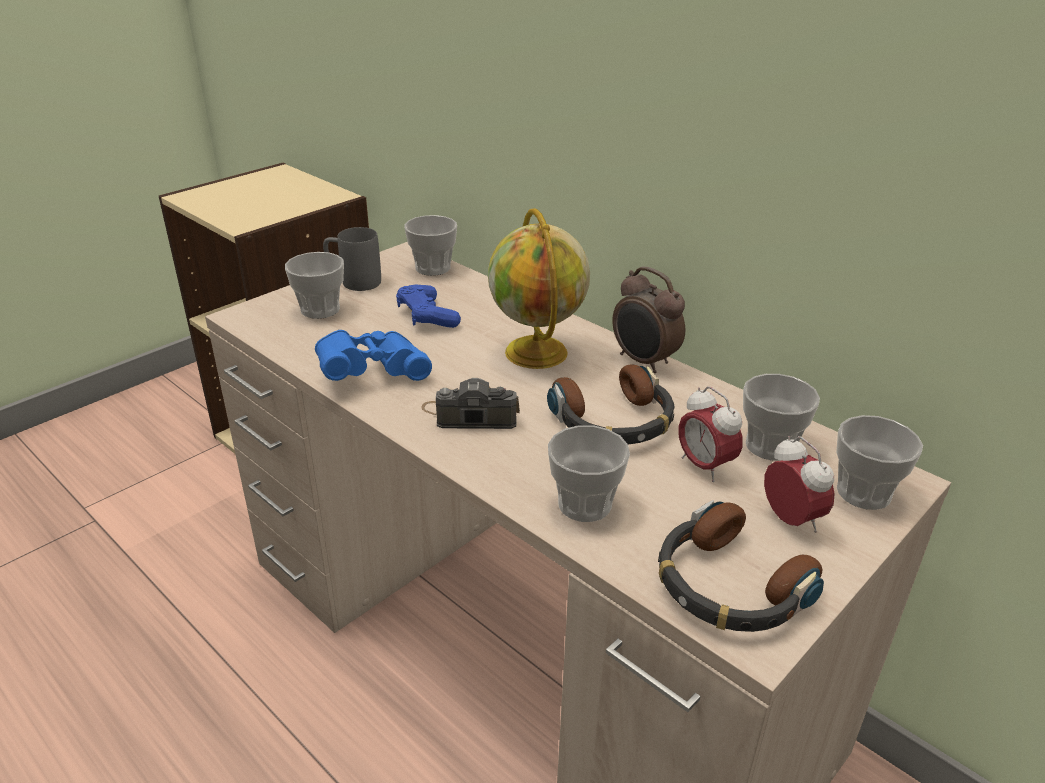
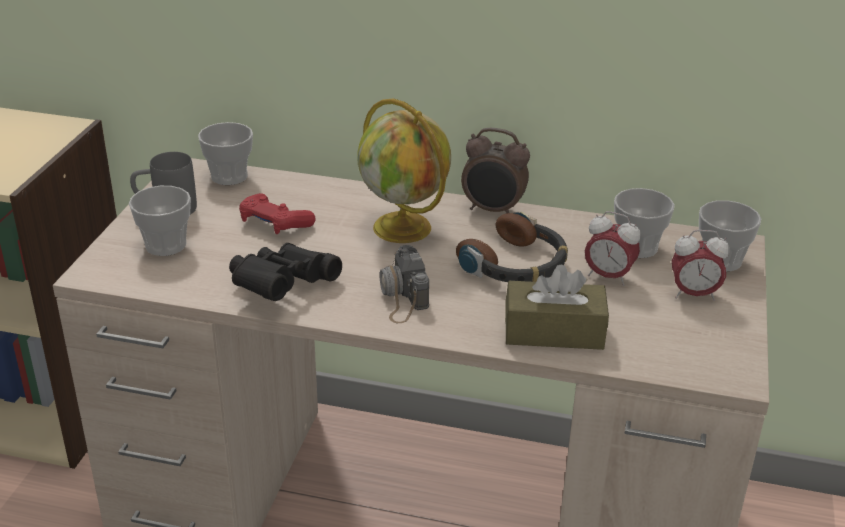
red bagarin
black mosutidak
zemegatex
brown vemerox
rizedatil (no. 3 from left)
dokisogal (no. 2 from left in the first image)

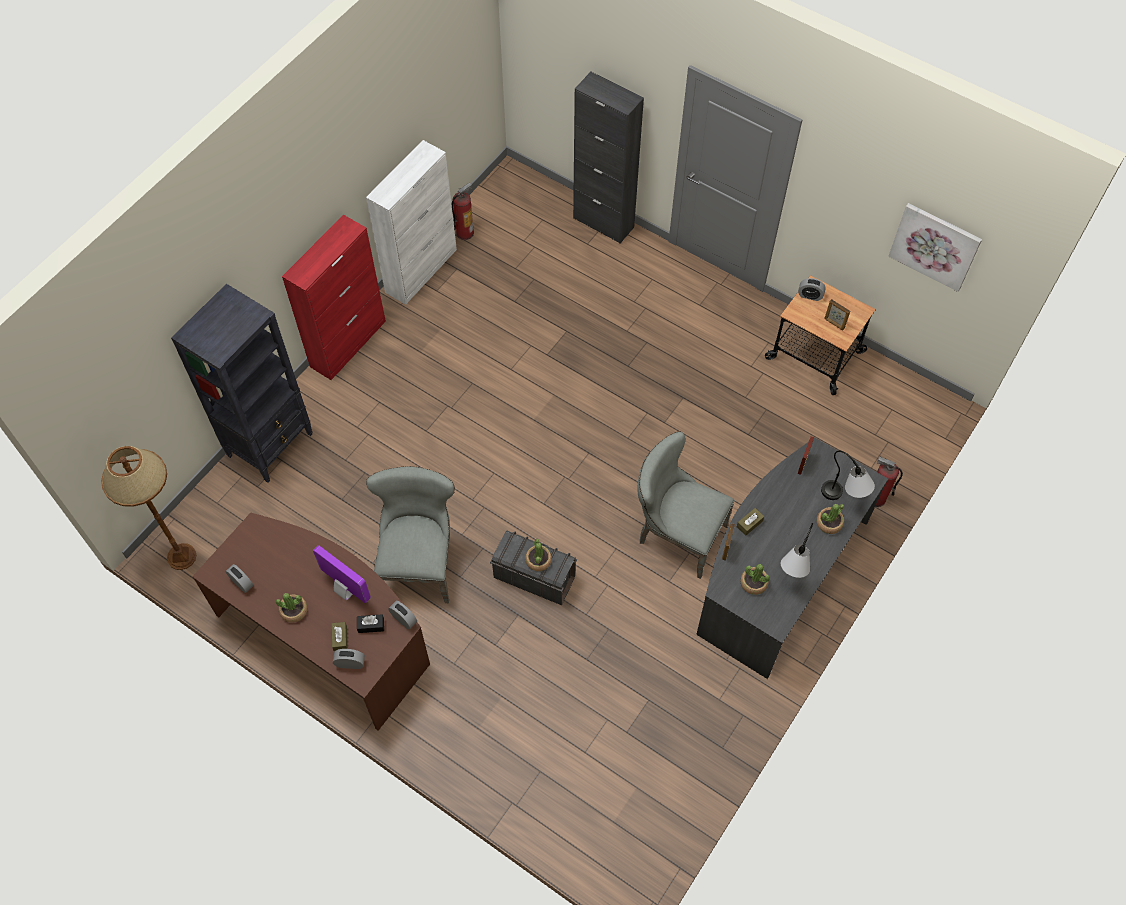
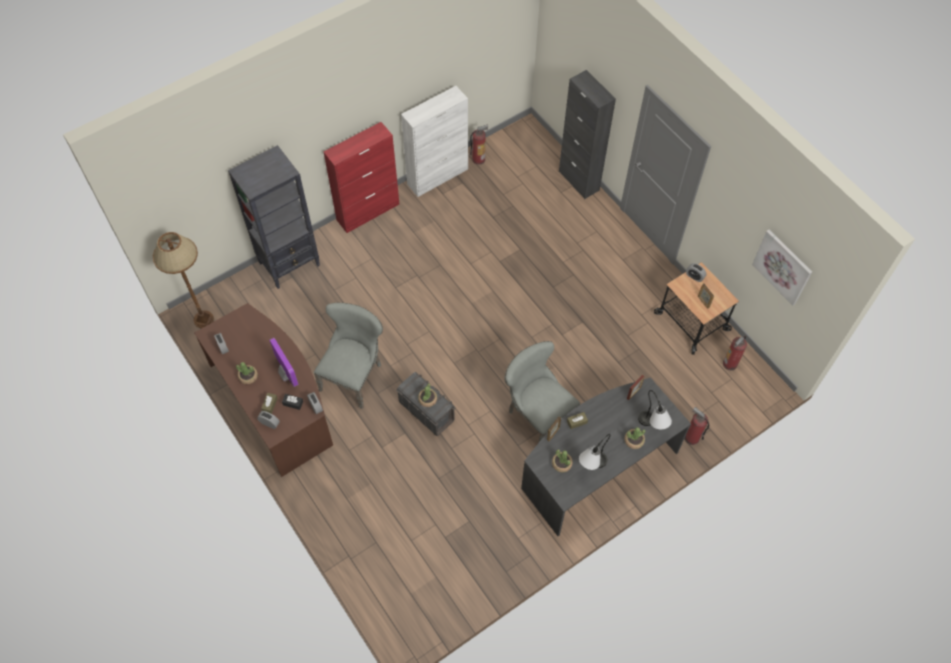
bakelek (no. 3 from left)

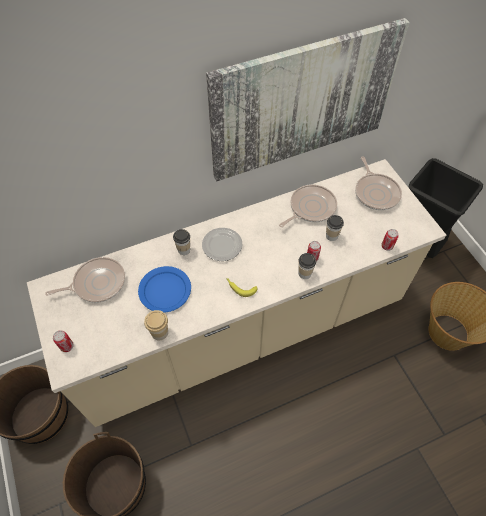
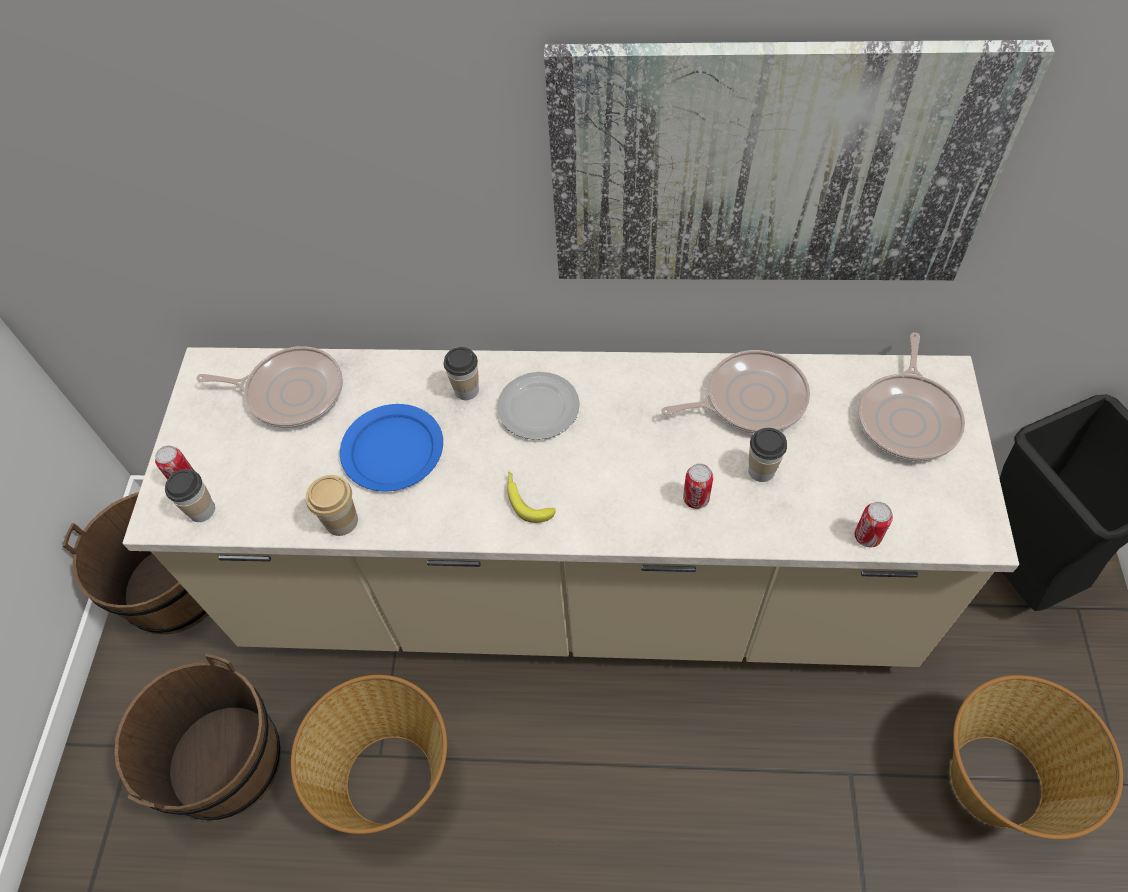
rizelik (no. 1 from left)
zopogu (no. 1 from left)

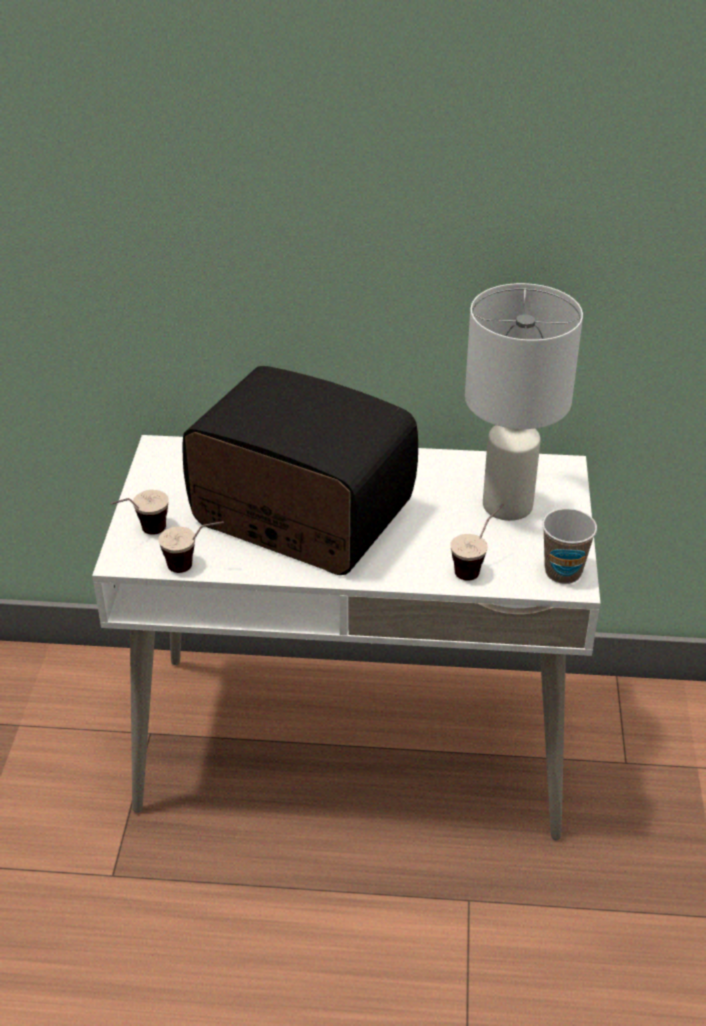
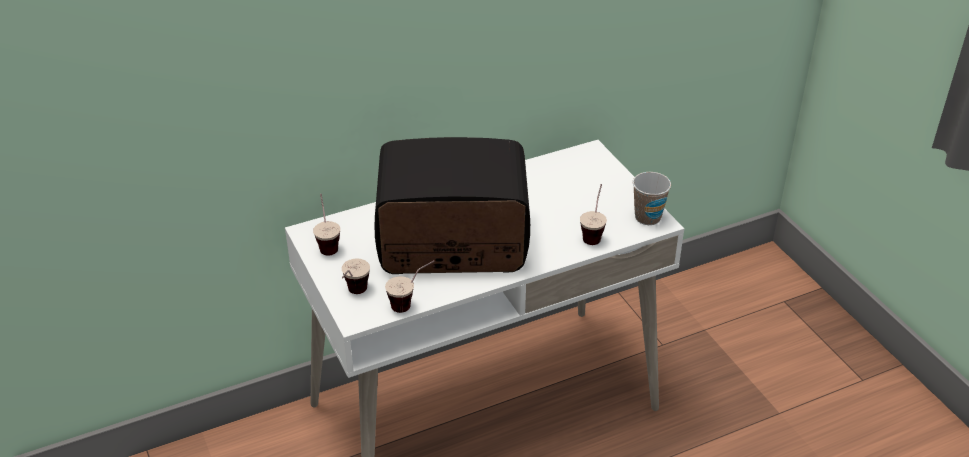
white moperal
rizelik (no. 1 from left)

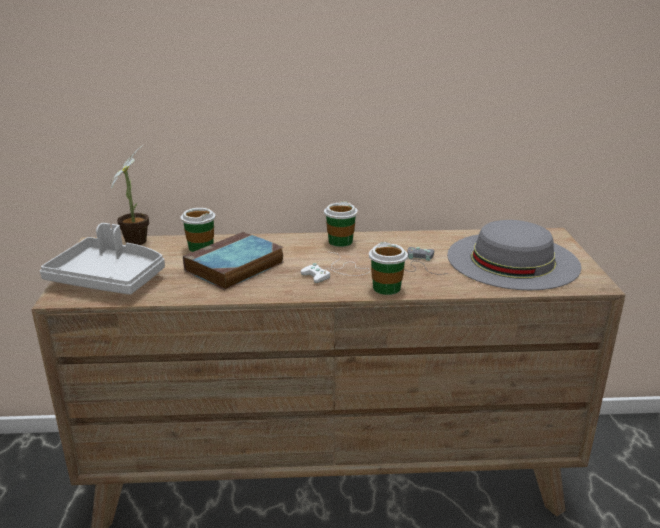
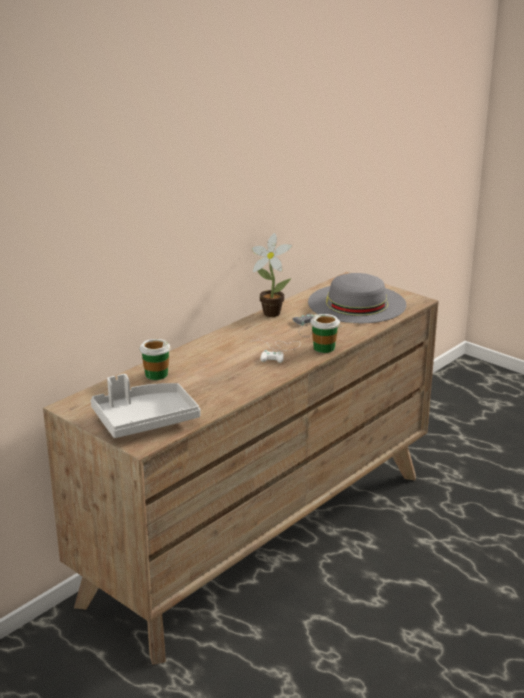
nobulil
rizelik (no. 2 from left in the first image)
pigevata

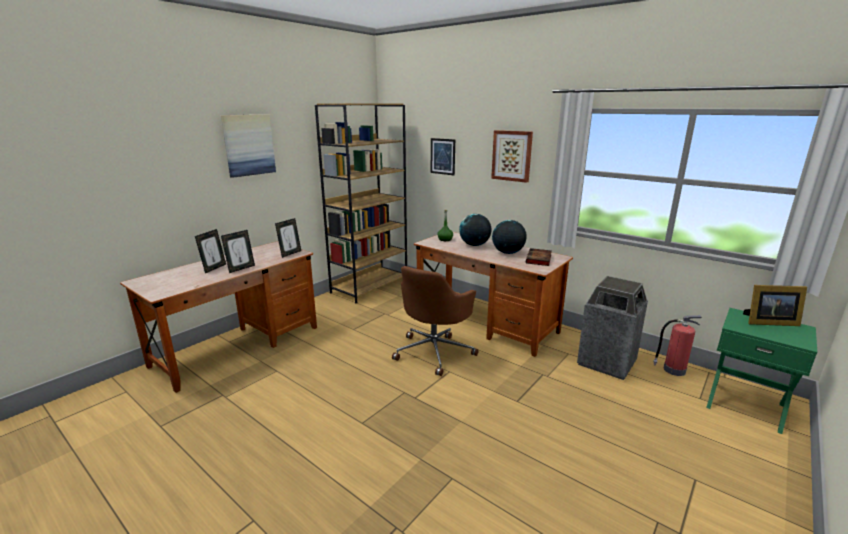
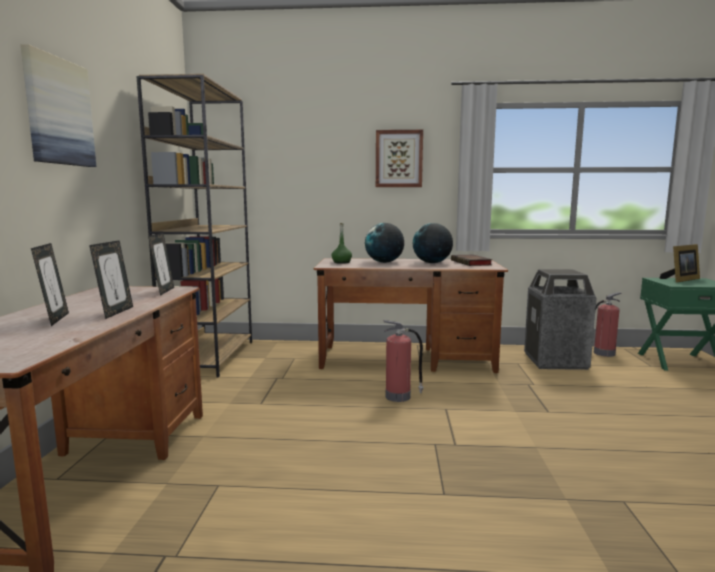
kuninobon (no. 2 from left in the first image)
bakelek (no. 1 from left)

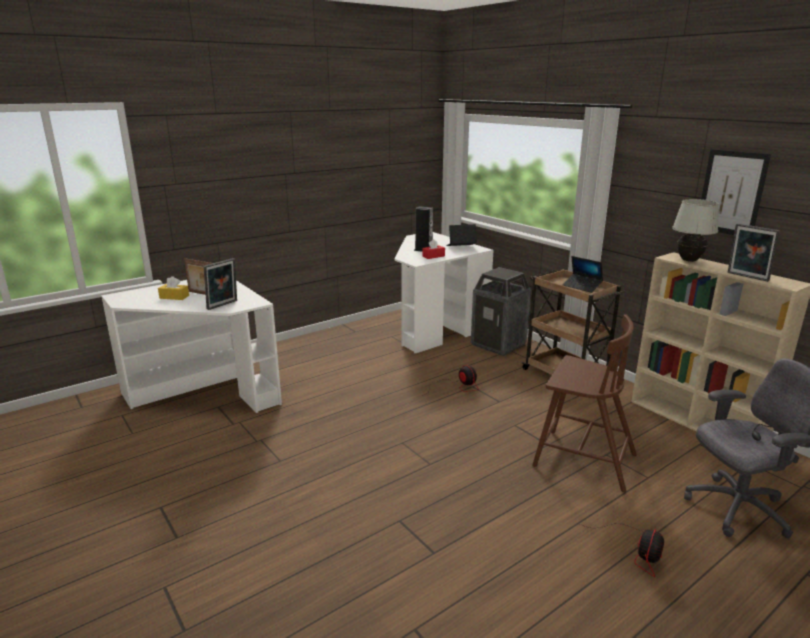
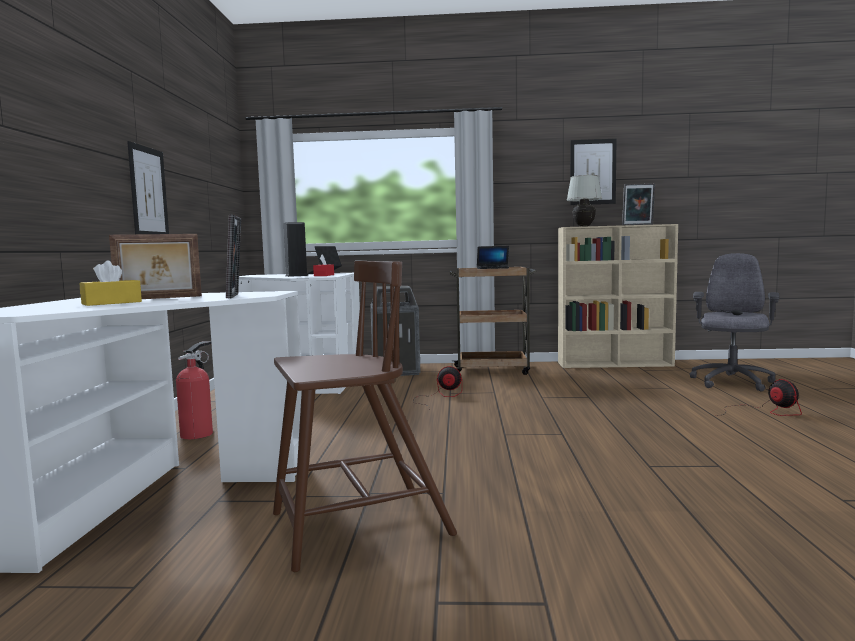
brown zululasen
kuninobon (no. 1 from left)
bakelek

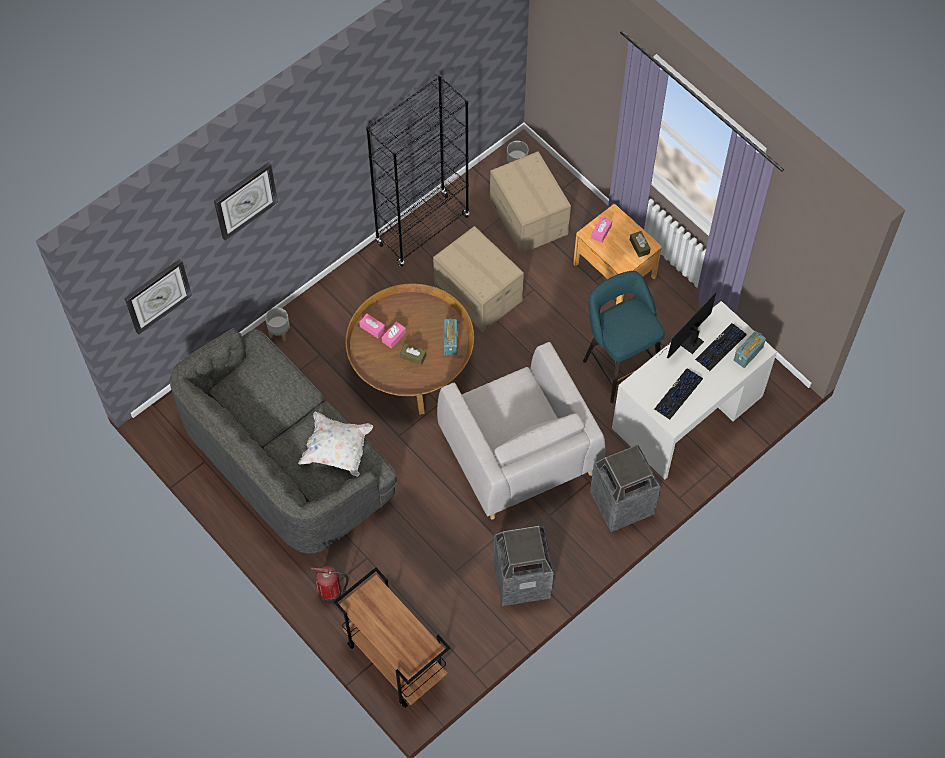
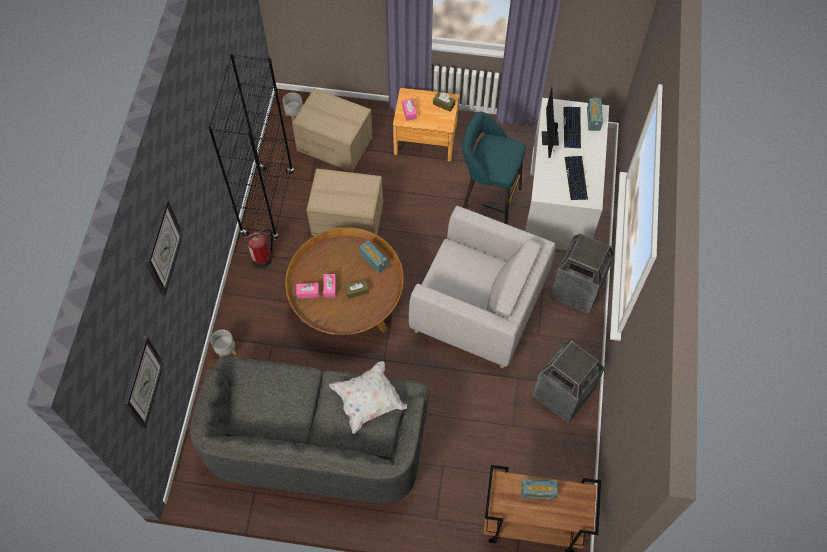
bakelek
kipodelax (no. 2 from left)

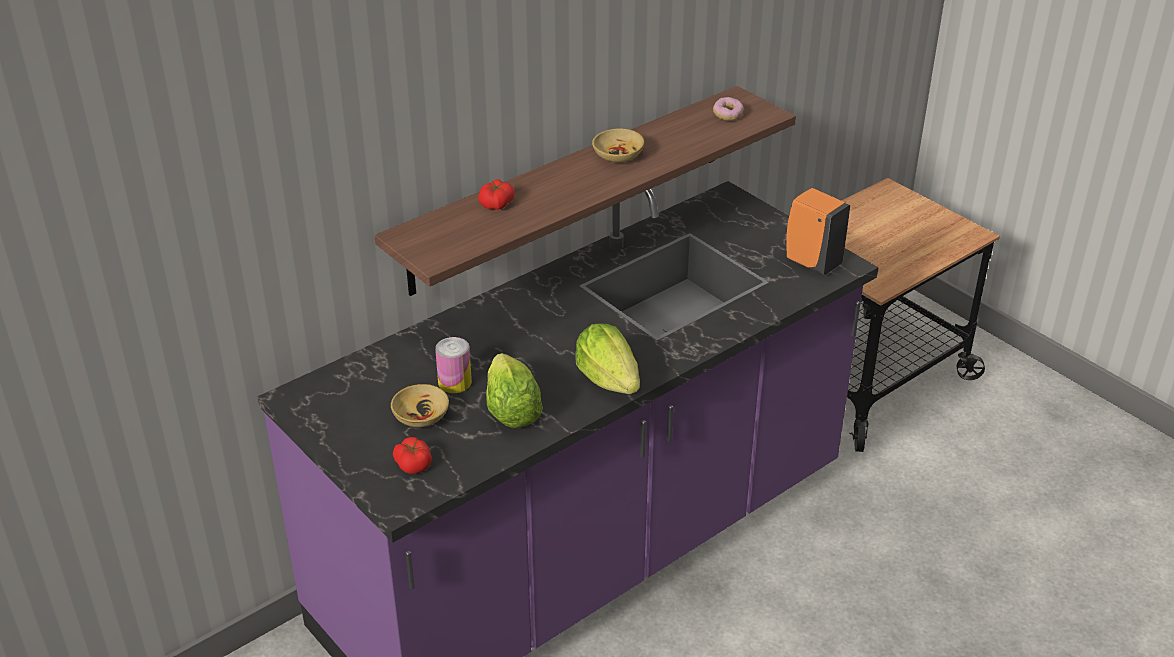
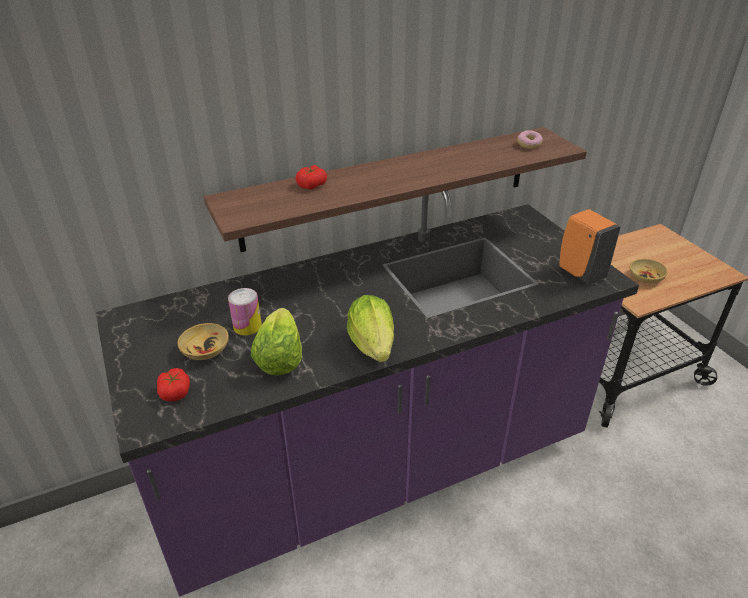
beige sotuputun (no. 2 from left)

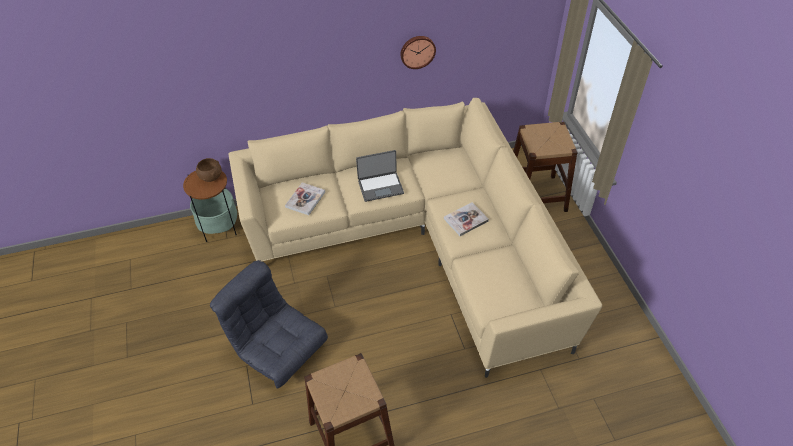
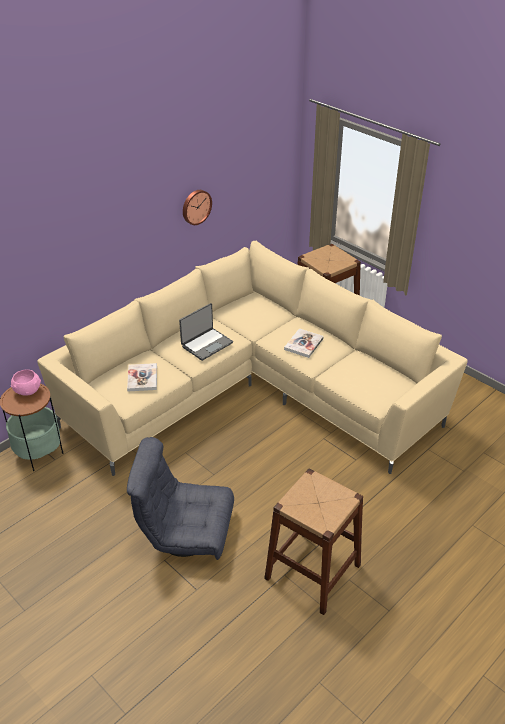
pink sotuputun

